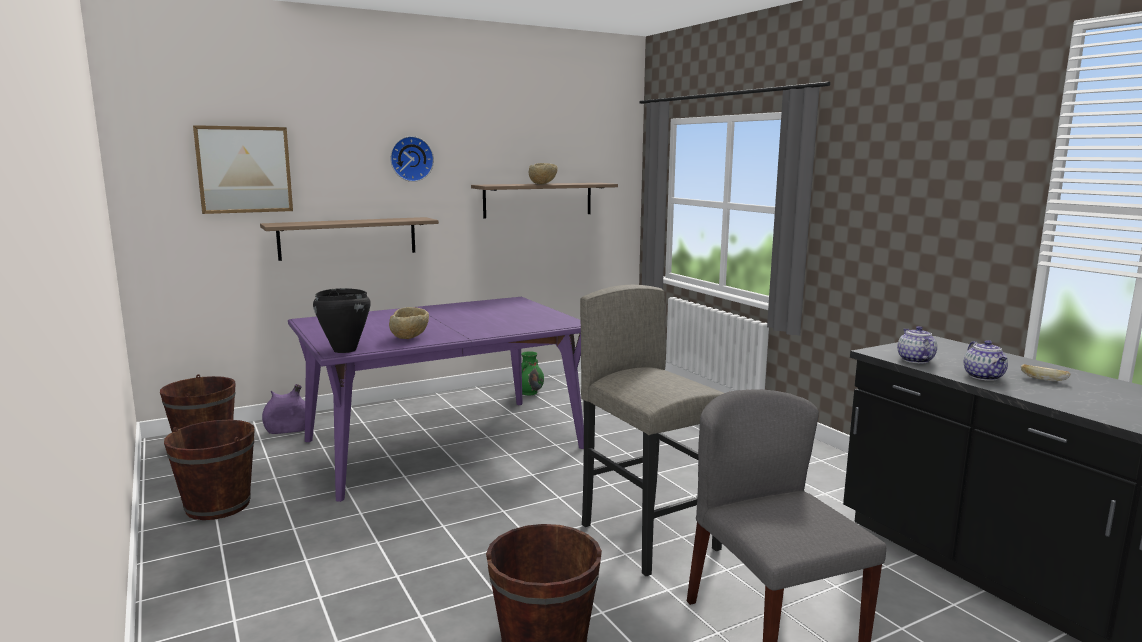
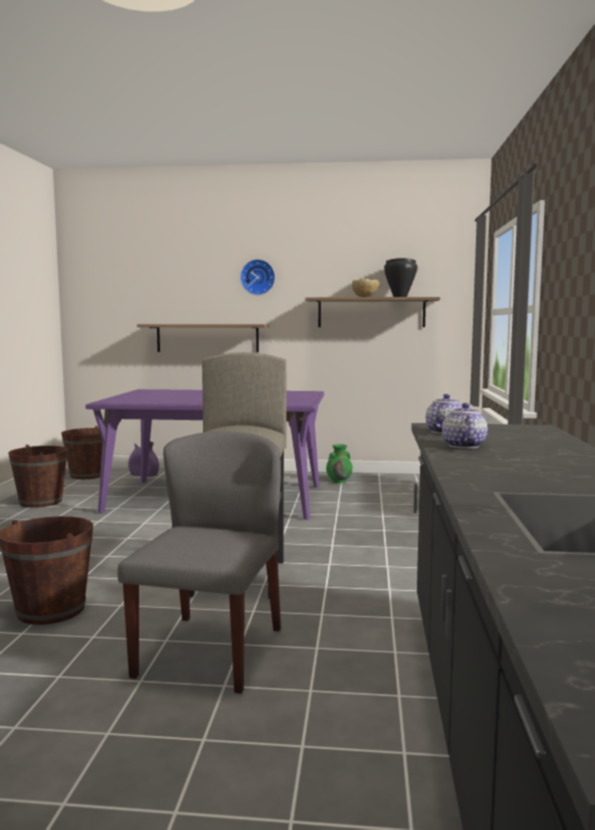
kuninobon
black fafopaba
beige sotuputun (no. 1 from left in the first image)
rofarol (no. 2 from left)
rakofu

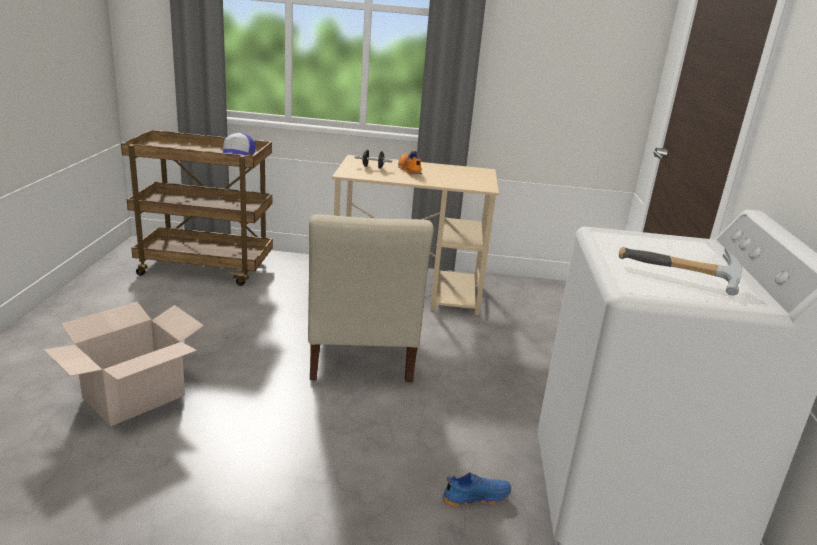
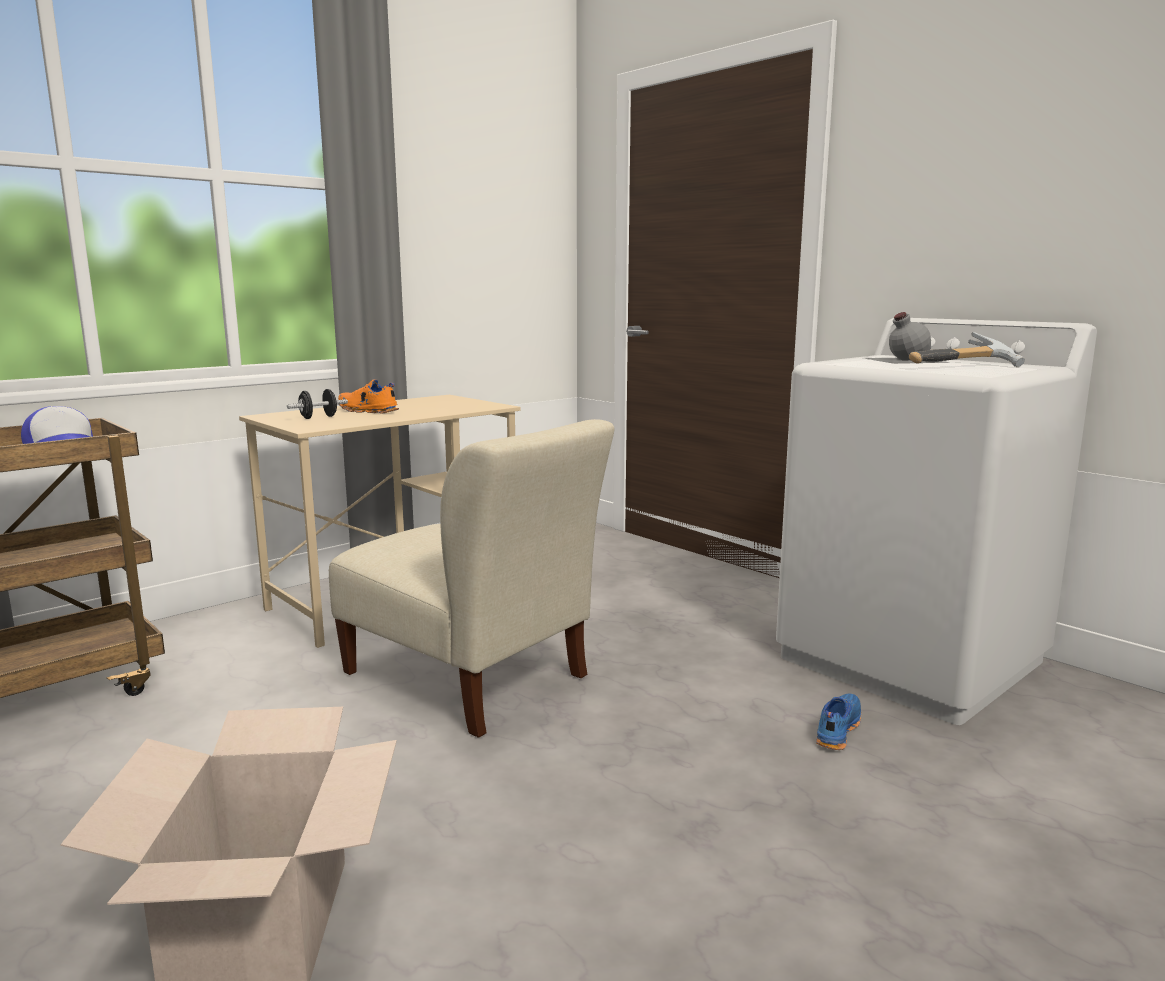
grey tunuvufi

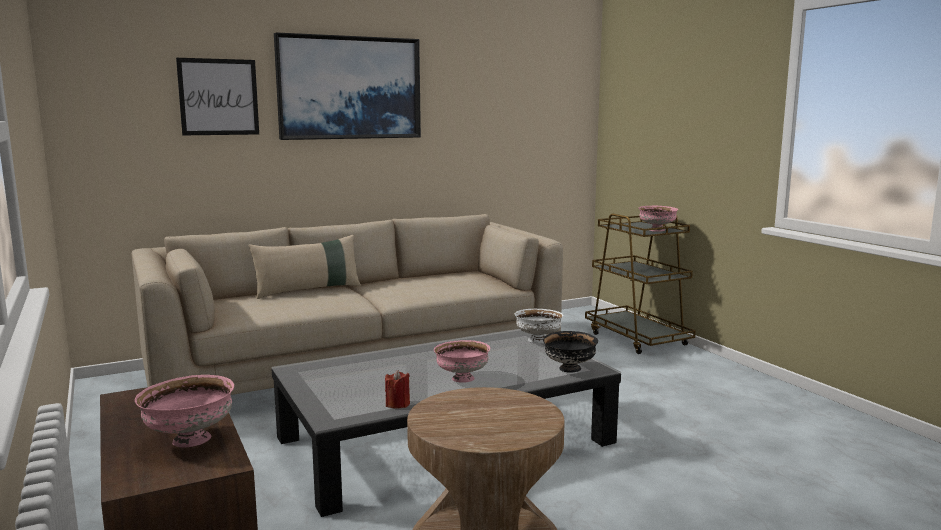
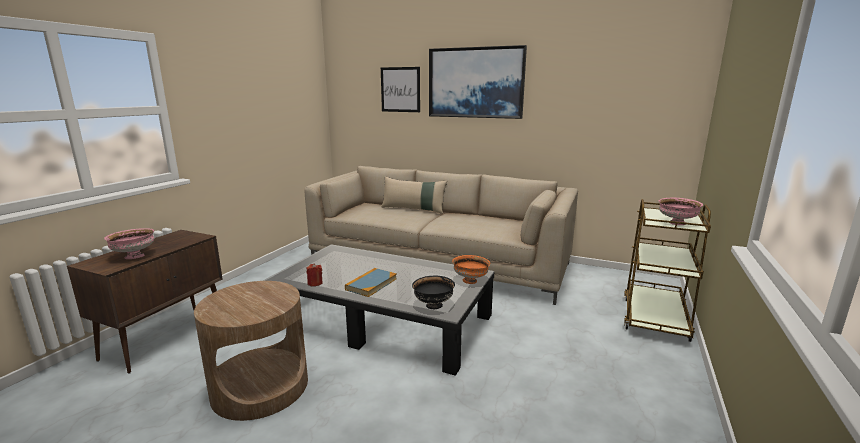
orange sotuputun
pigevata

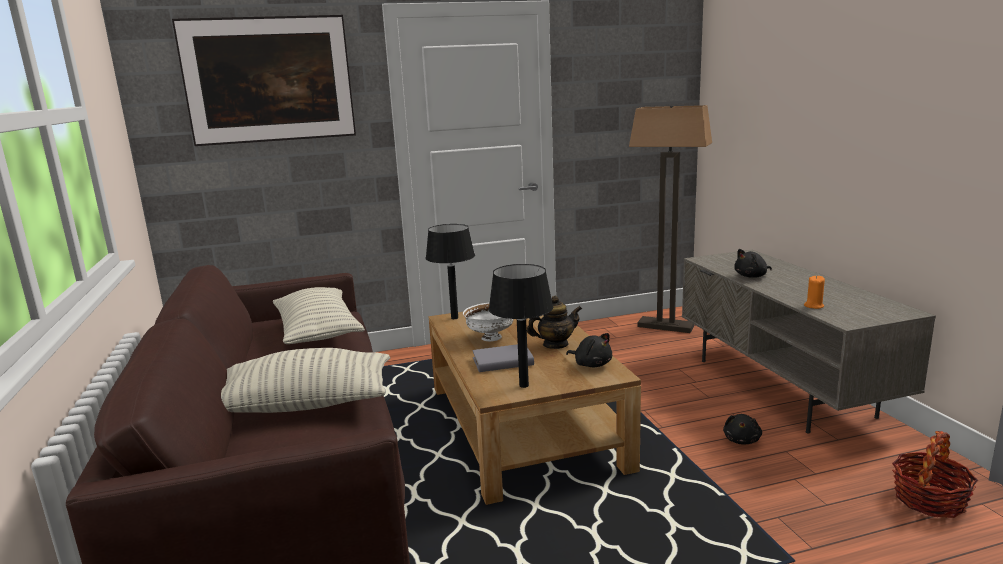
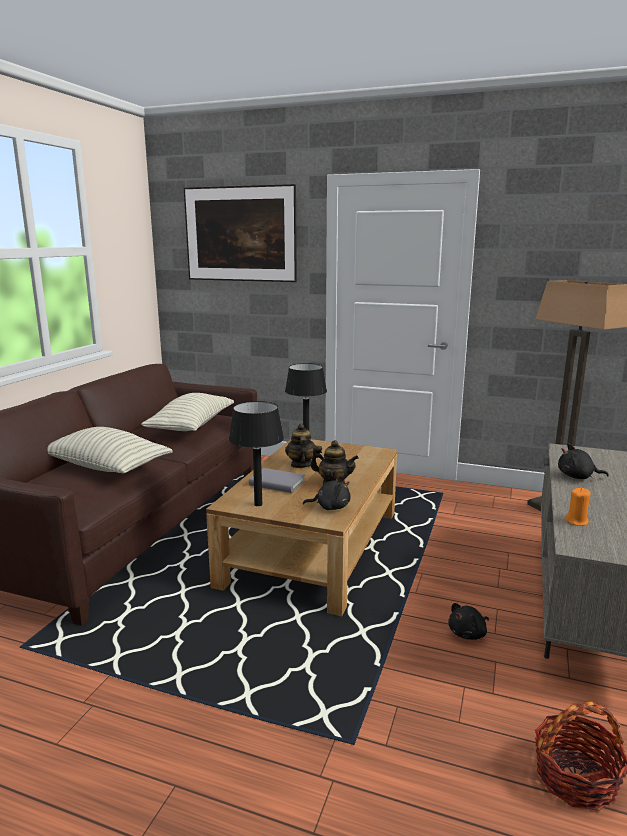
rofarol (no. 1 from left)
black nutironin (no. 1 from left)

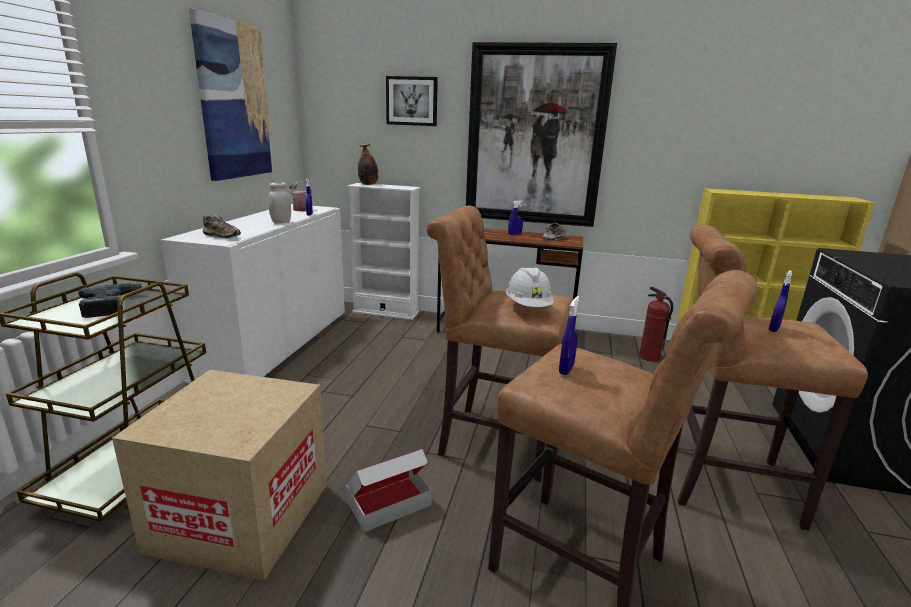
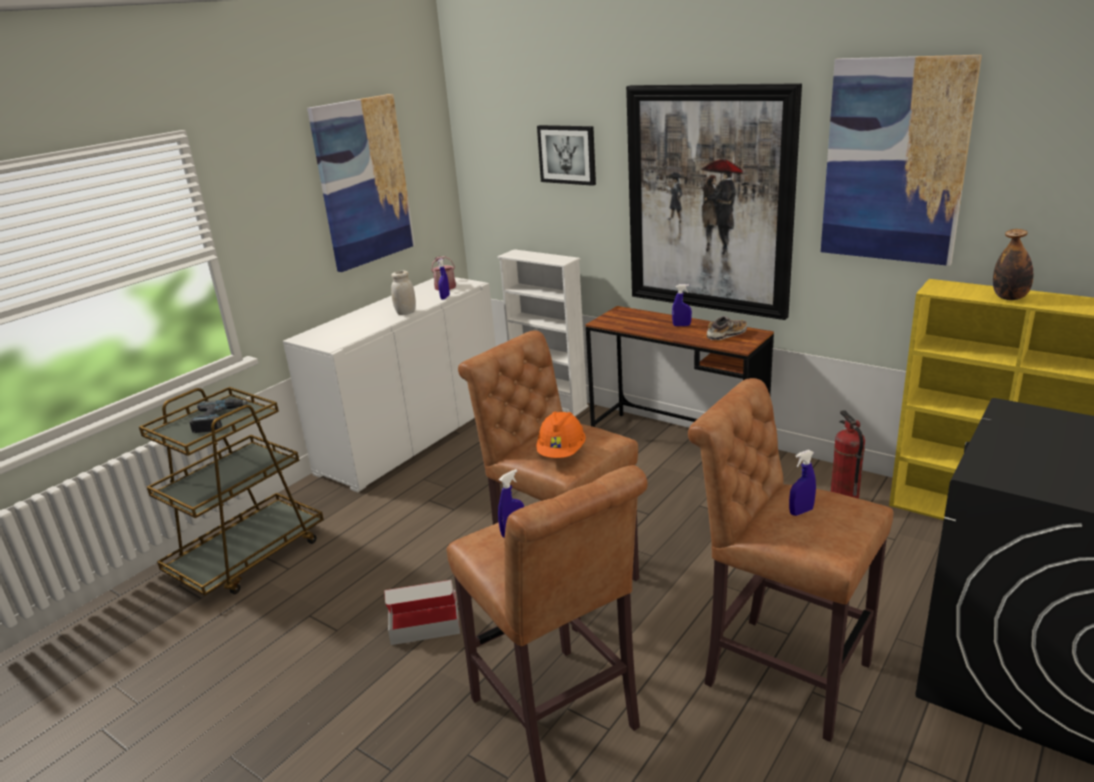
tunuvufi
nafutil (no. 1 from left in the first image)
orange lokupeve
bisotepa (no. 1 from left in the first image)
kuninobon (no. 4 from left)

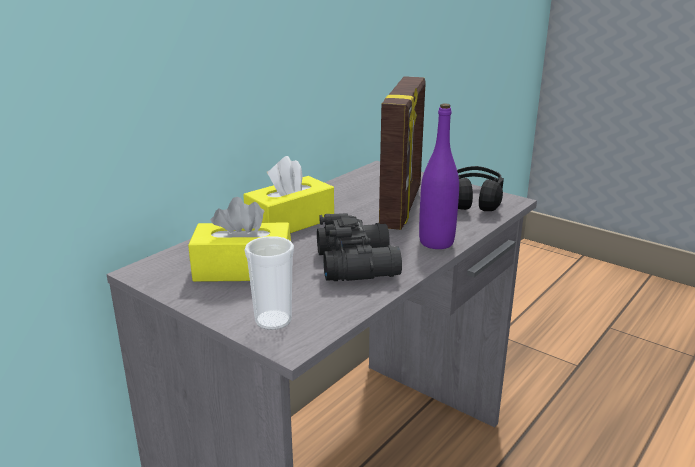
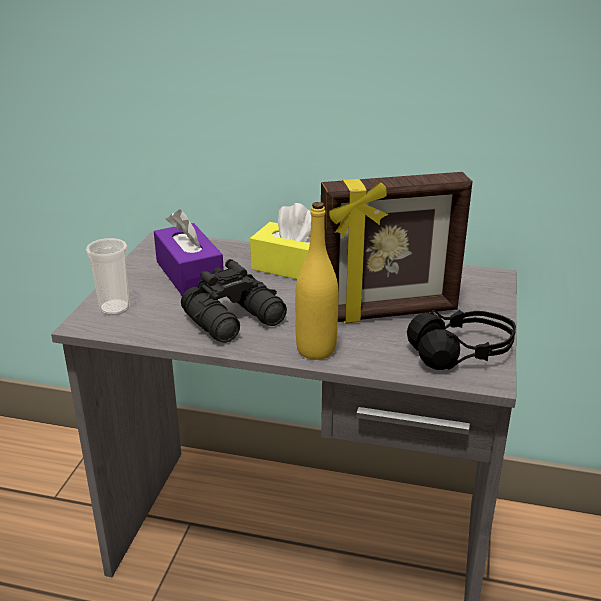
yellow tunuvufi
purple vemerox

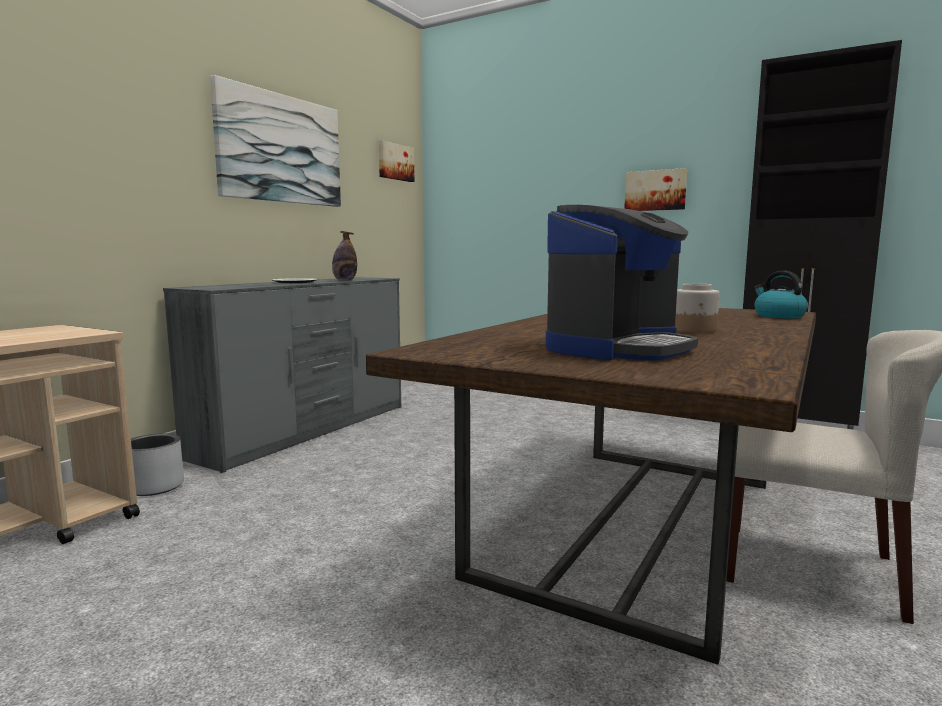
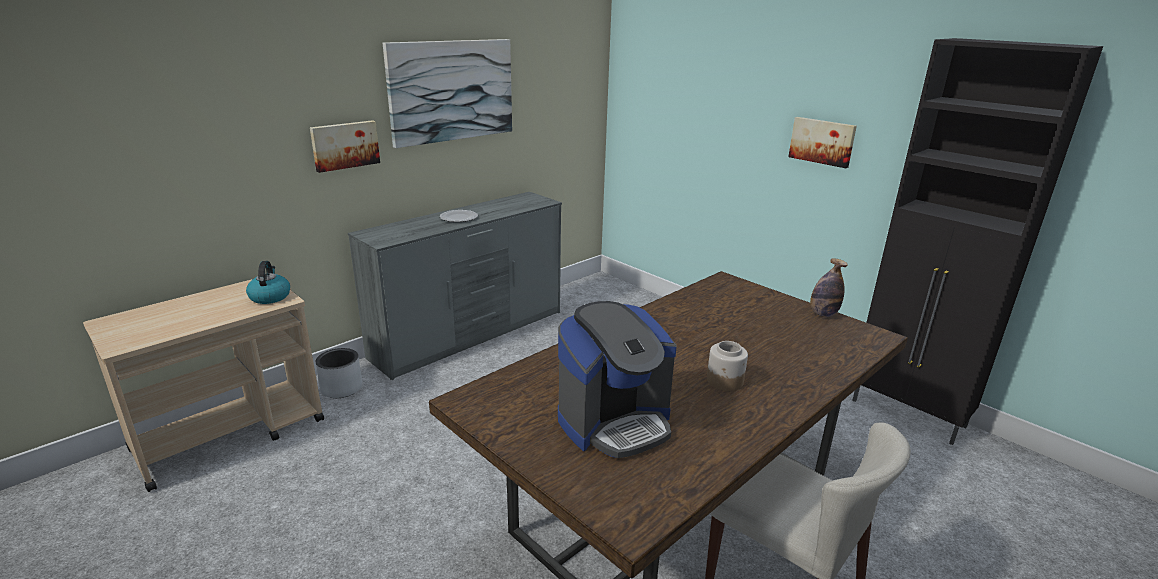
kuninobon (no. 1 from left)
tunuvufi
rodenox

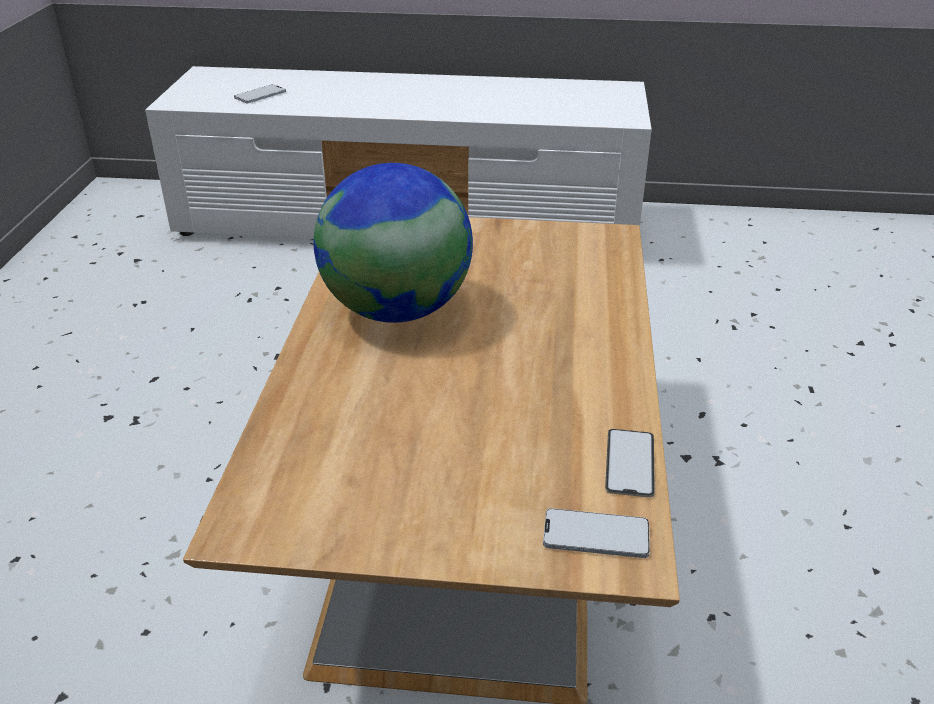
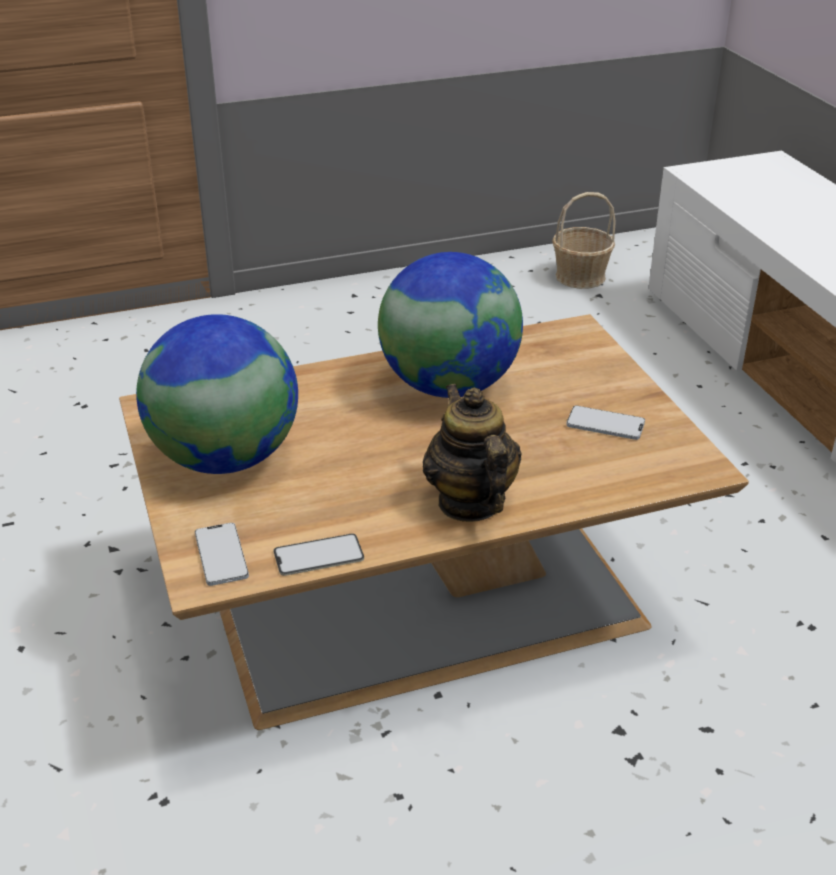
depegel (no. 3 from left)
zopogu
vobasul (no. 1 from left)
rofarol

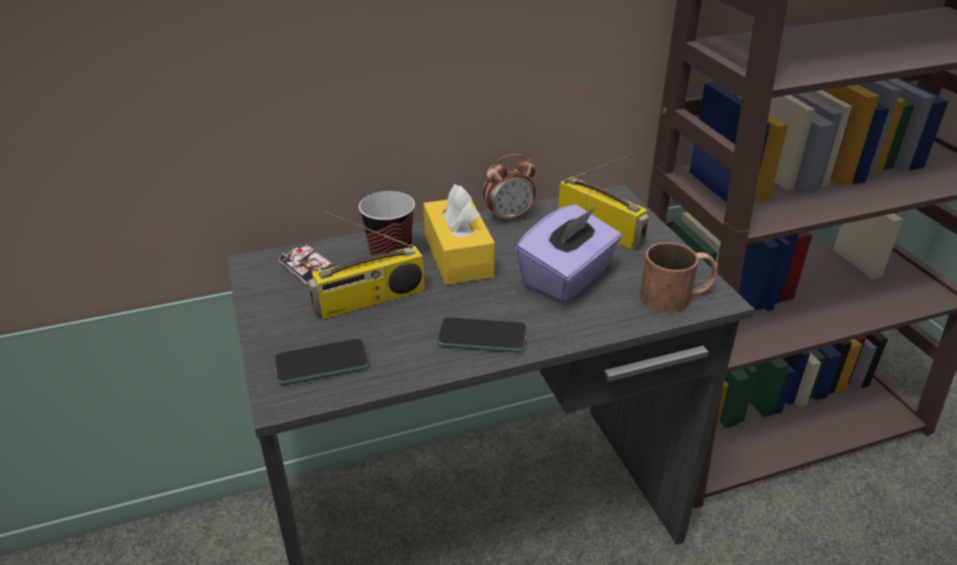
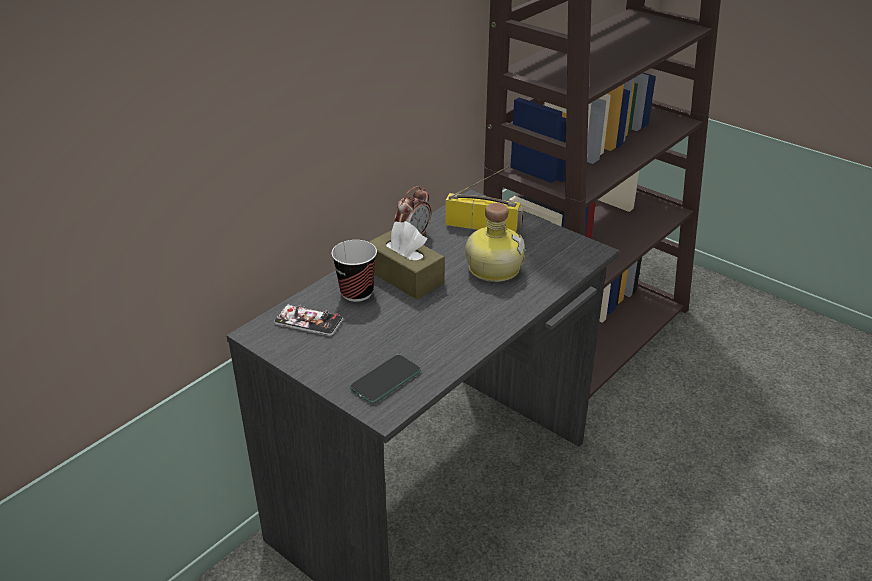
brown vemerox
tunuvufi
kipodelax (no. 1 from left in the first image)
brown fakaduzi
depegel (no. 3 from left in the first image)

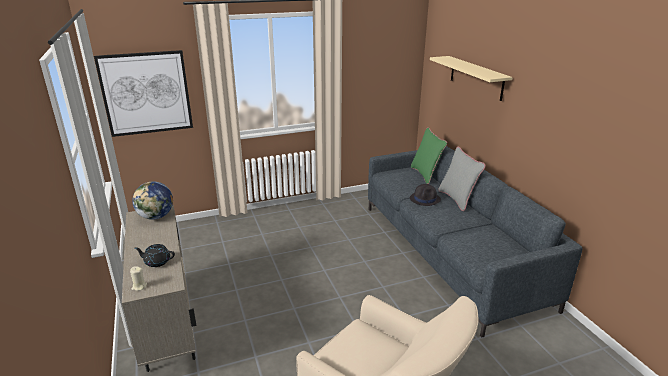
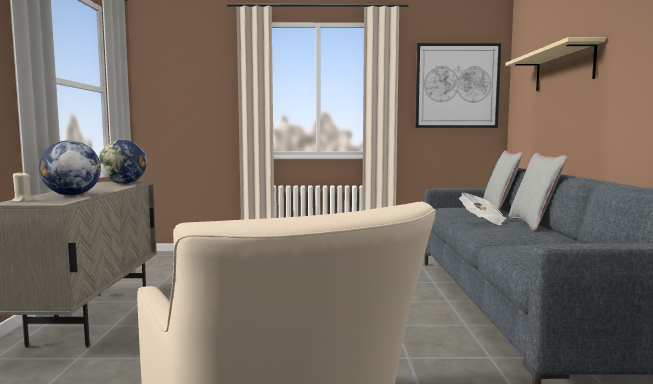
kuninobon
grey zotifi (no. 1 from left)
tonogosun
vobasul (no. 1 from left)

